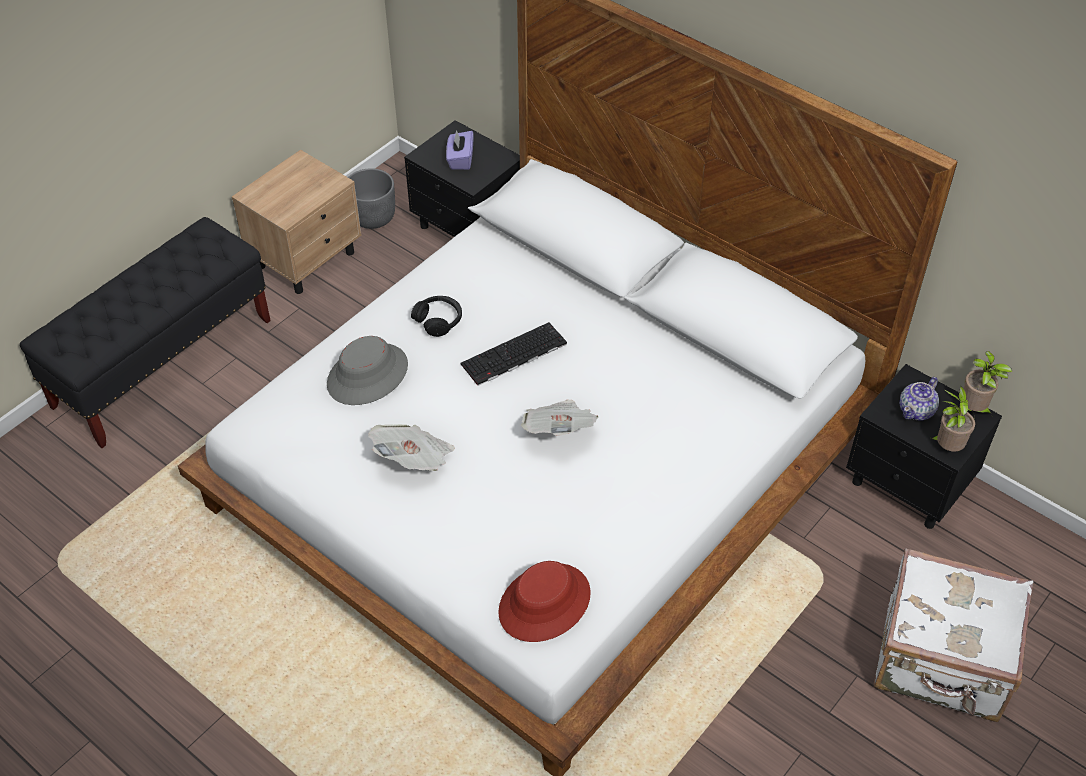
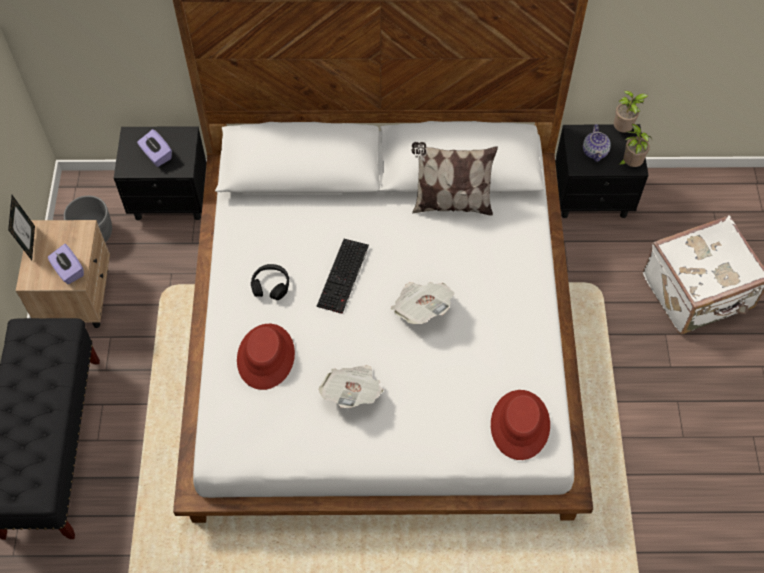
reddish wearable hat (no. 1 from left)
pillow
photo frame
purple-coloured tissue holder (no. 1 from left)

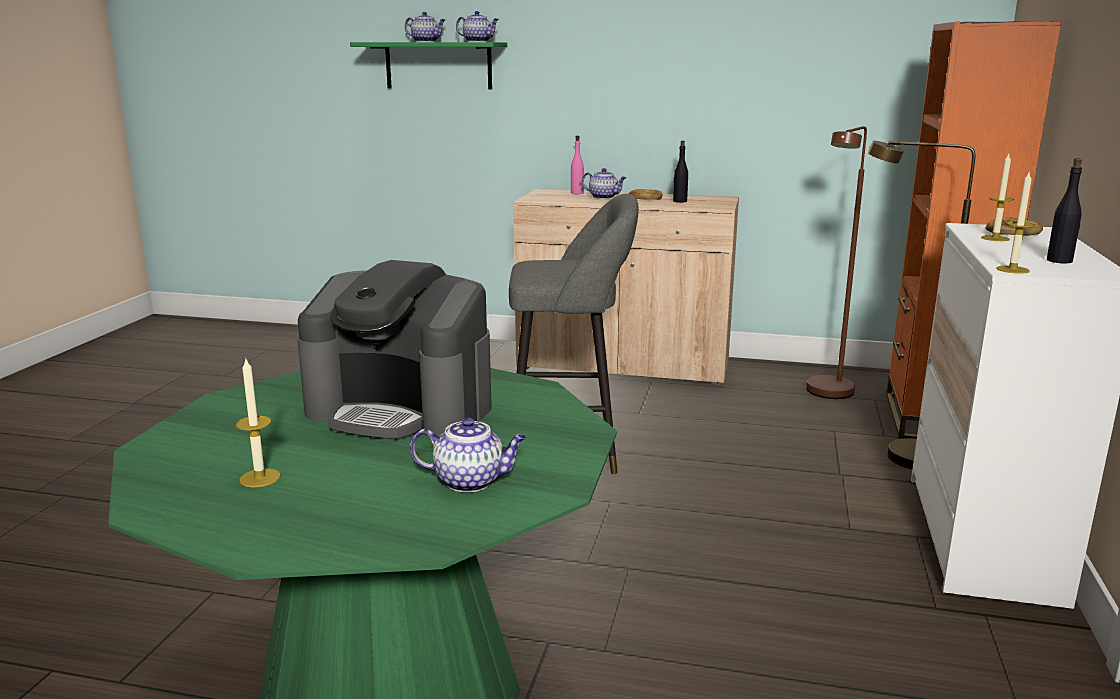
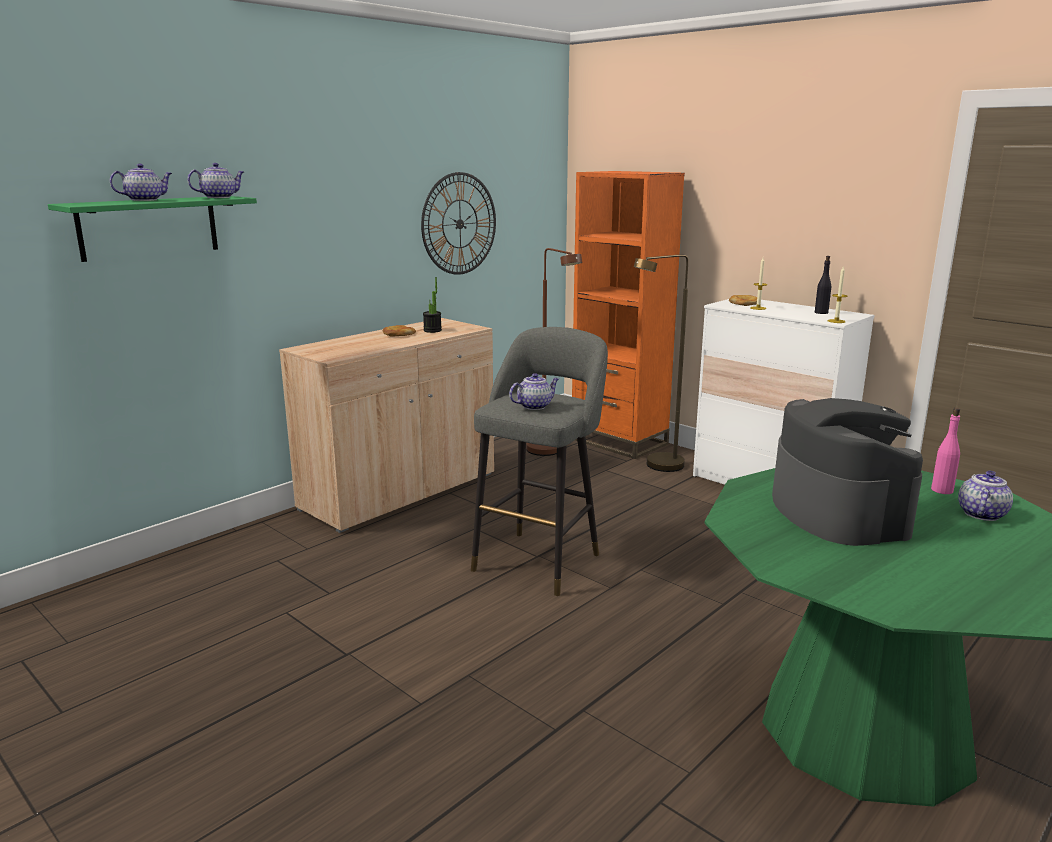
pink drink bottle
plant in a pot
tea pot (no. 3 from left)
coffee machine
wax candle (no. 1 from left in the first image)
wall clock

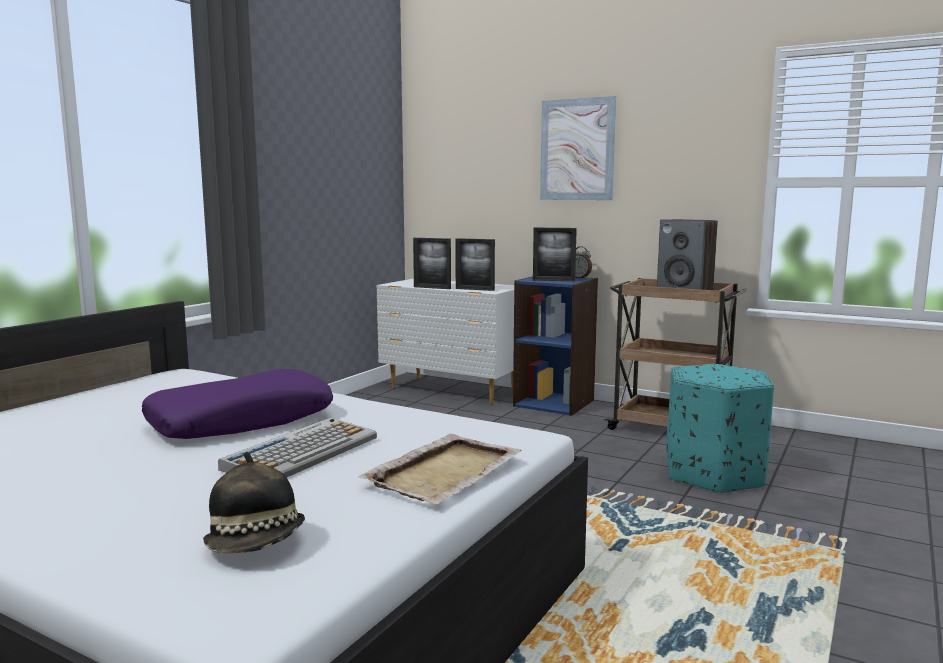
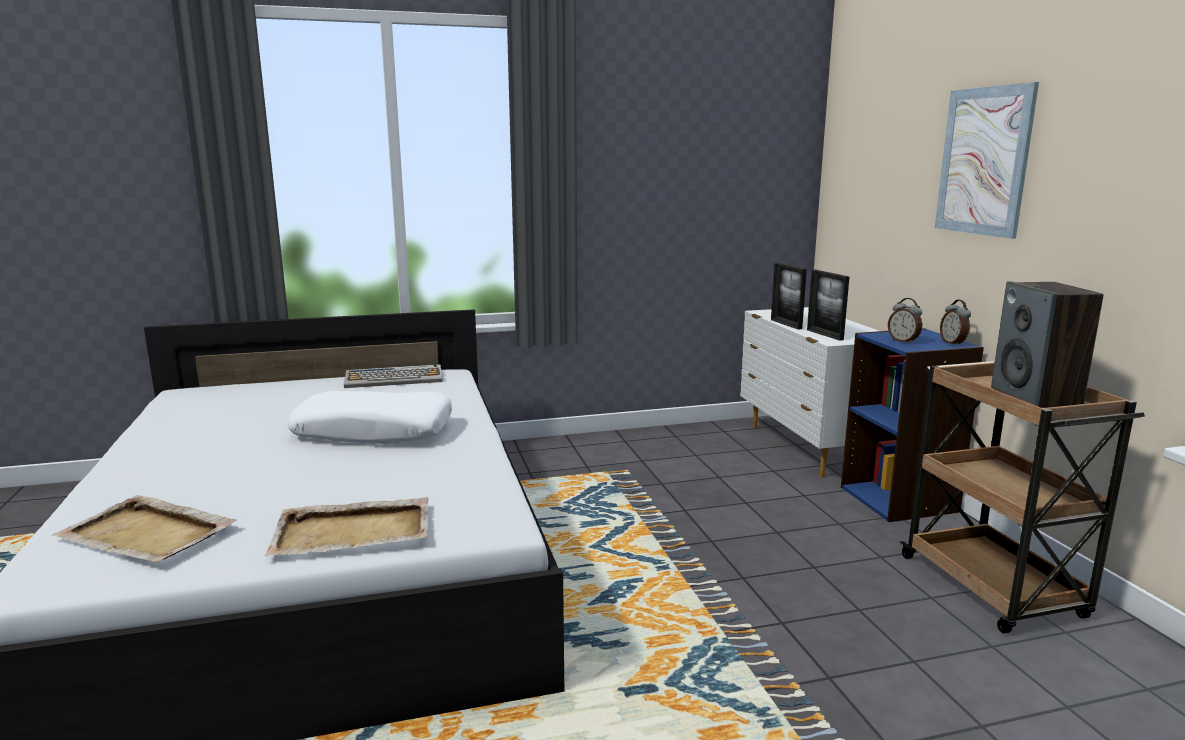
table clock (no. 1 from left)
blue-green ottoman
white-coloured pillow
PC keyboard
beige-coloured tray (no. 1 from left)

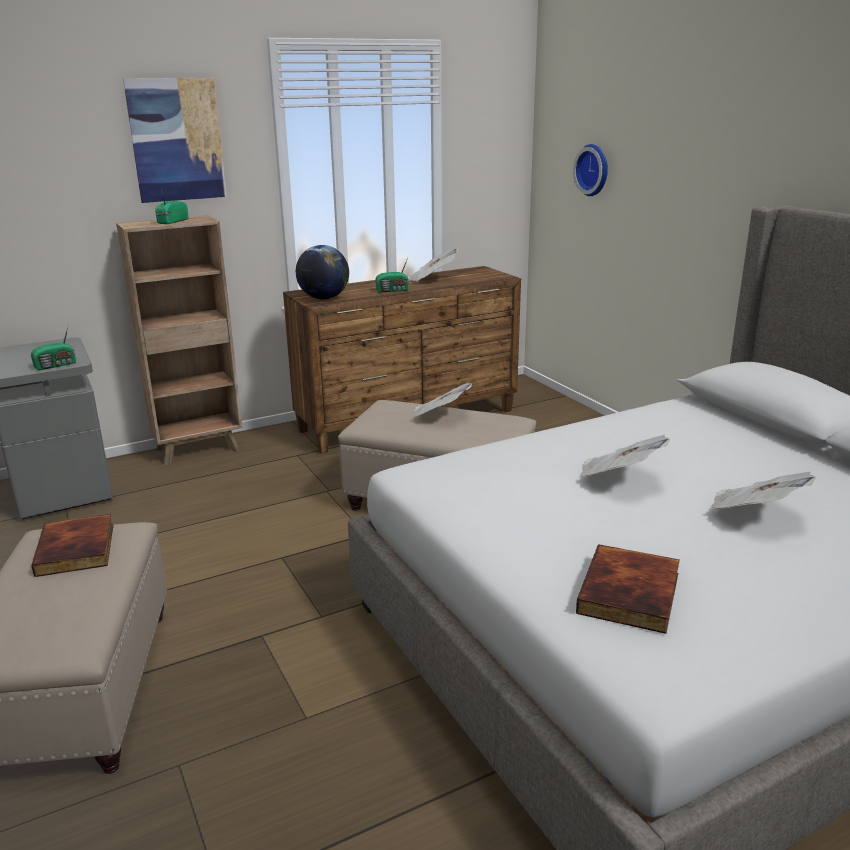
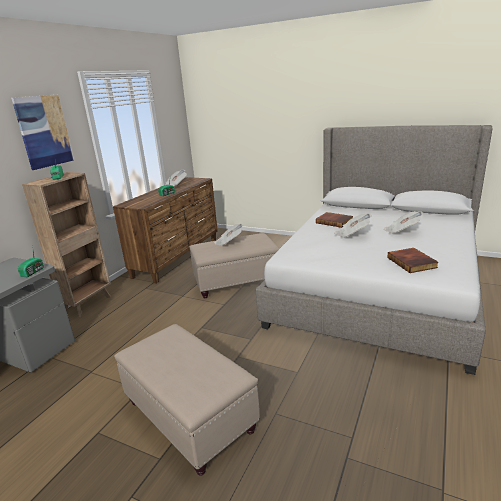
wall clock
world globe
volume (no. 1 from left)

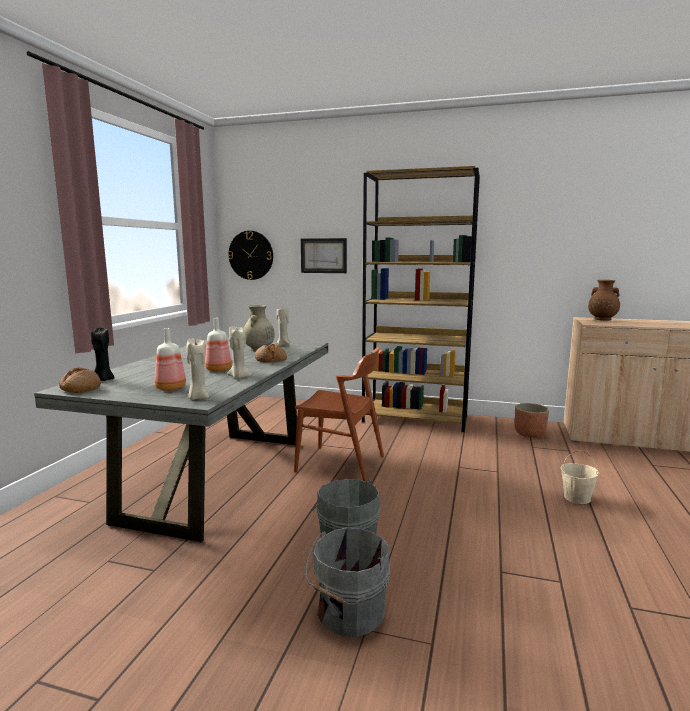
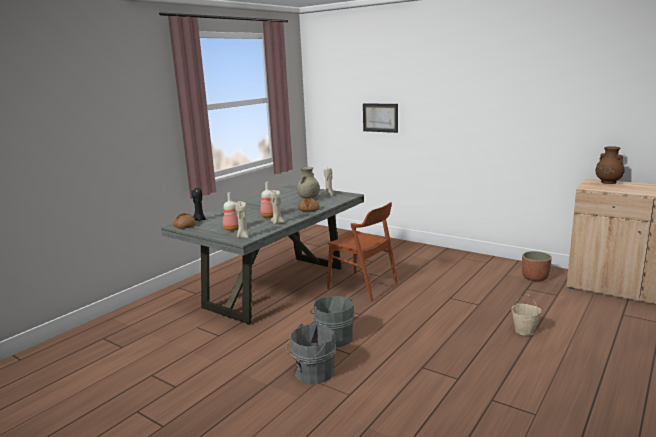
brown bookshelf
wall clock

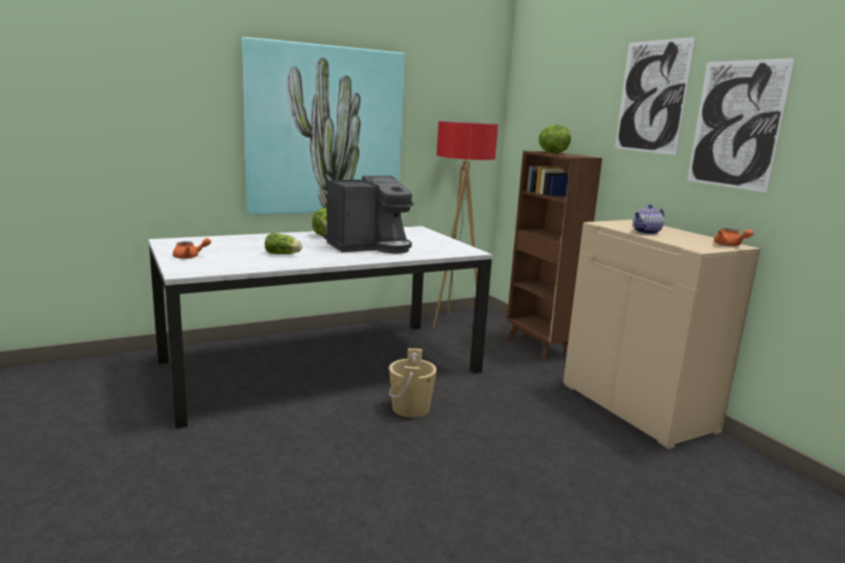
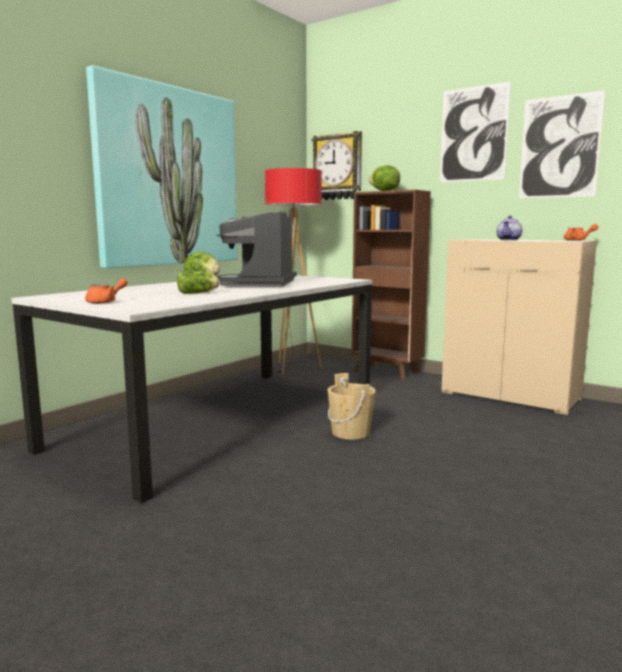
coffee machine
wall clock

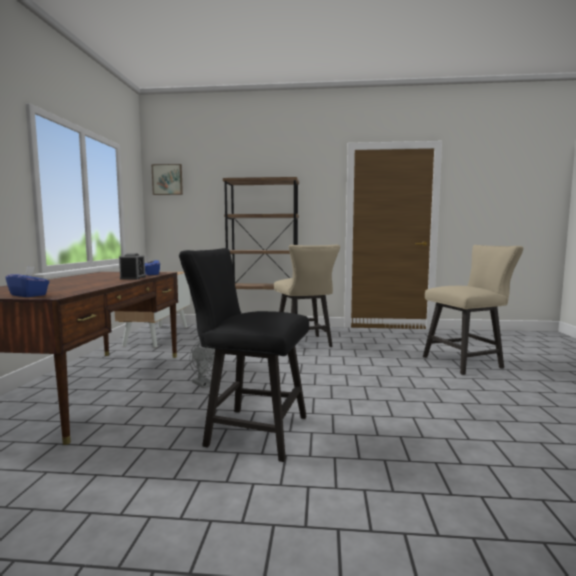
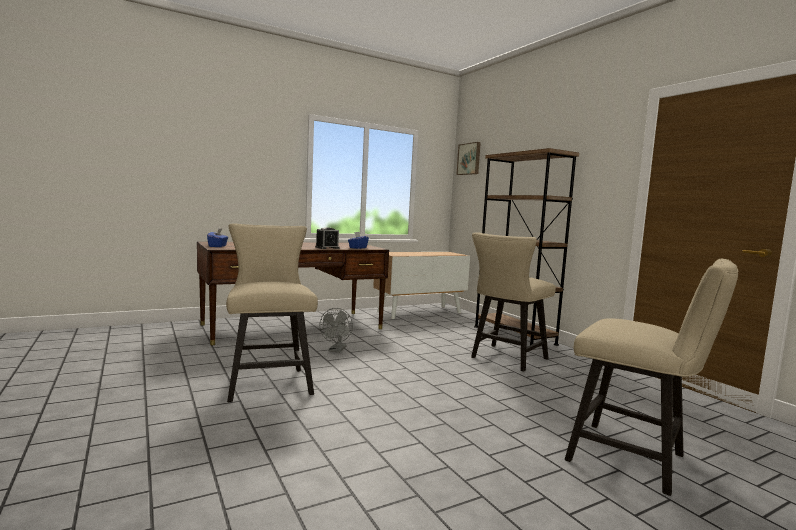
beige-coloured chair (no. 1 from left)

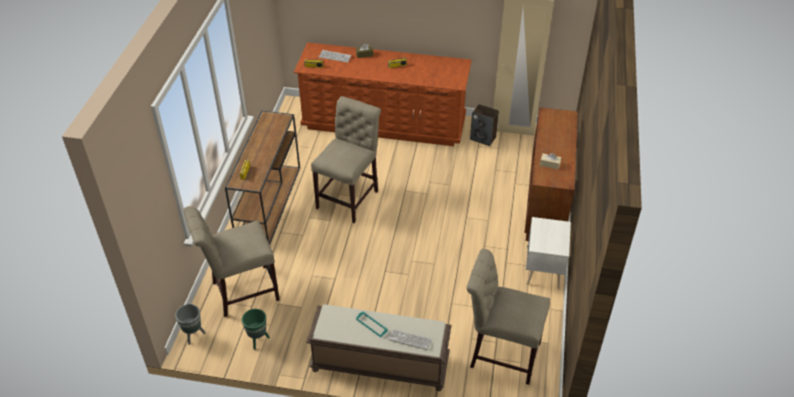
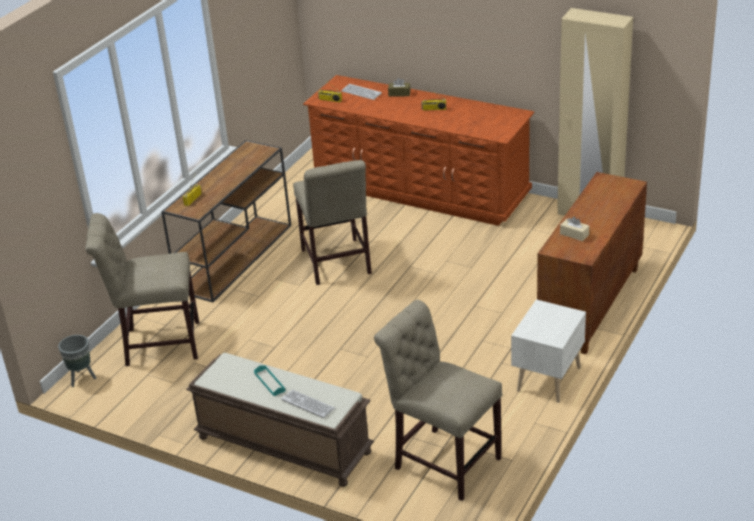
beige-coloured chair (no. 2 from left)
speaker
green plant pot

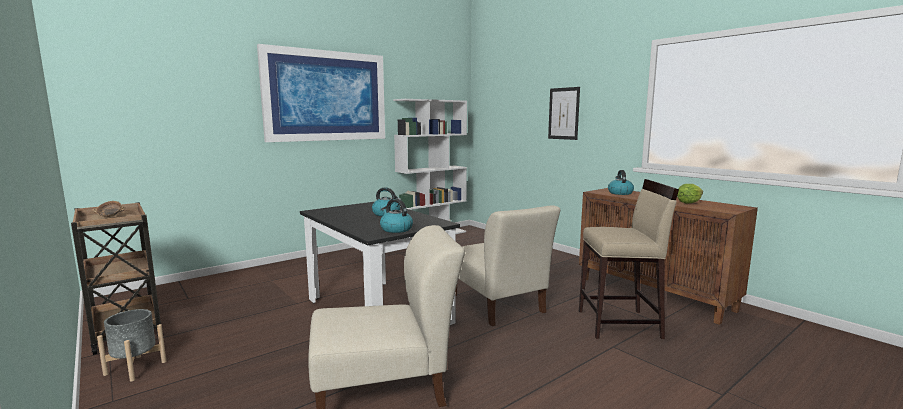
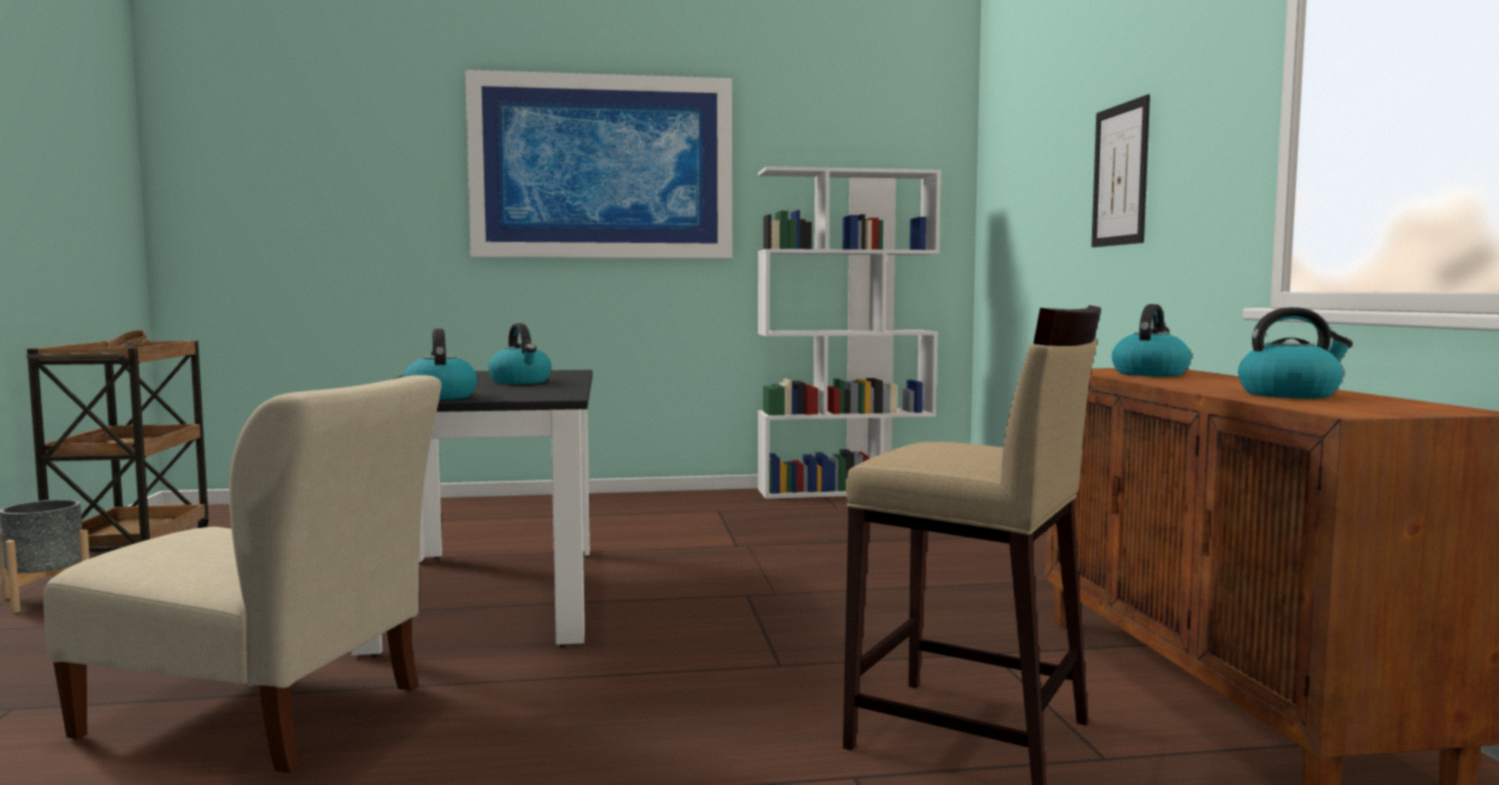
tea kettle (no. 4 from left)
beige-coloured chair (no. 2 from left in the first image)

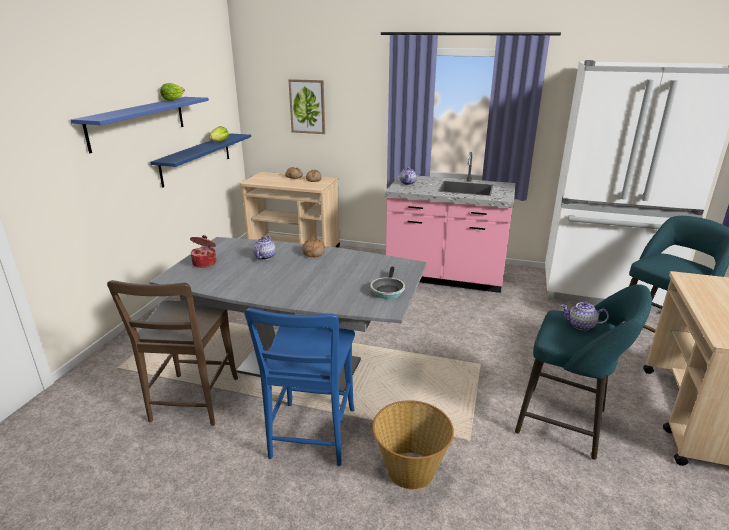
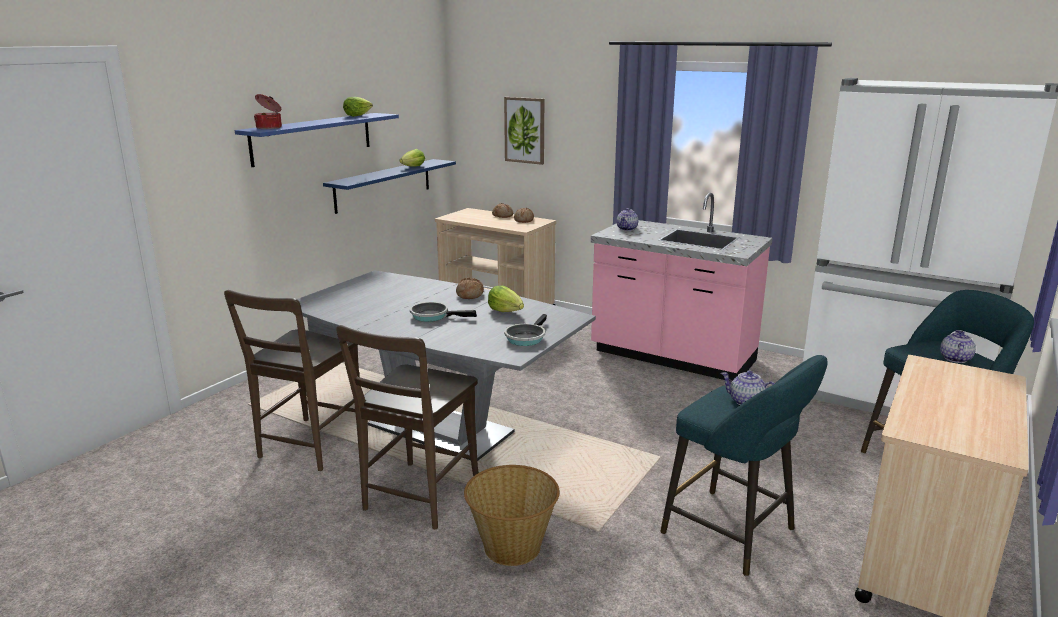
stockpot
tea pot (no. 3 from left)
brown chair (no. 2 from left)
lettuce head (no. 3 from left)
frying pan (no. 1 from left)

